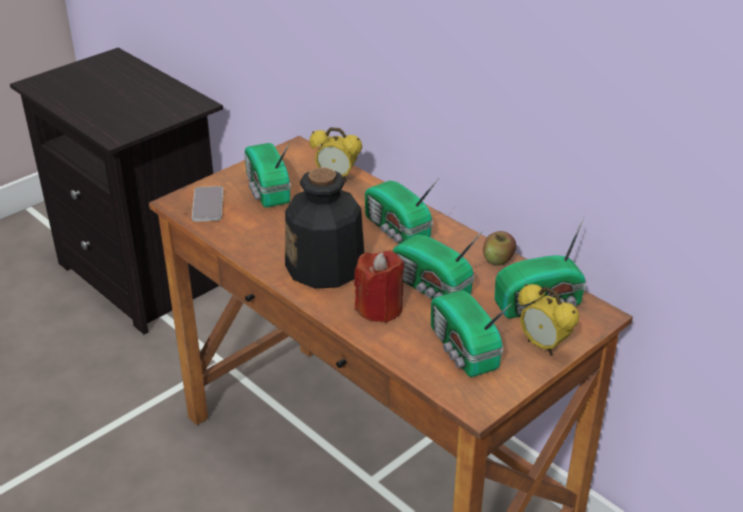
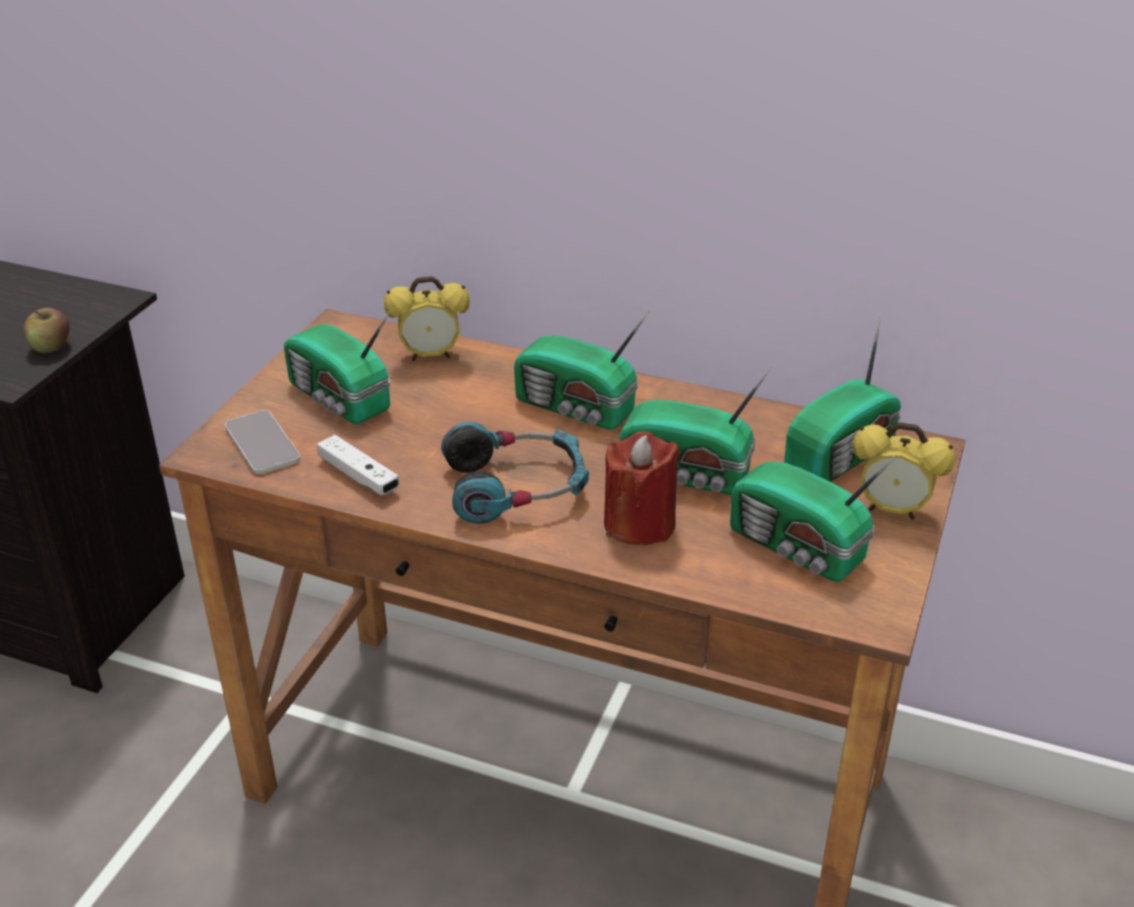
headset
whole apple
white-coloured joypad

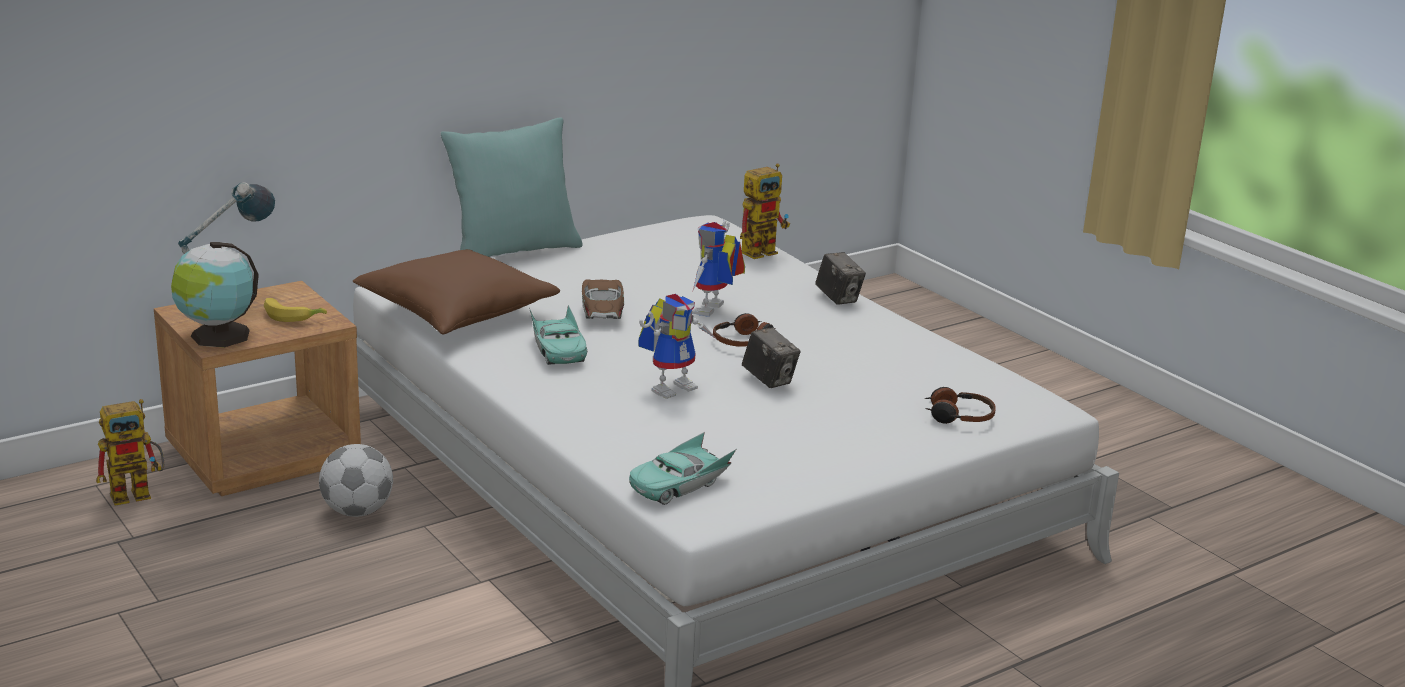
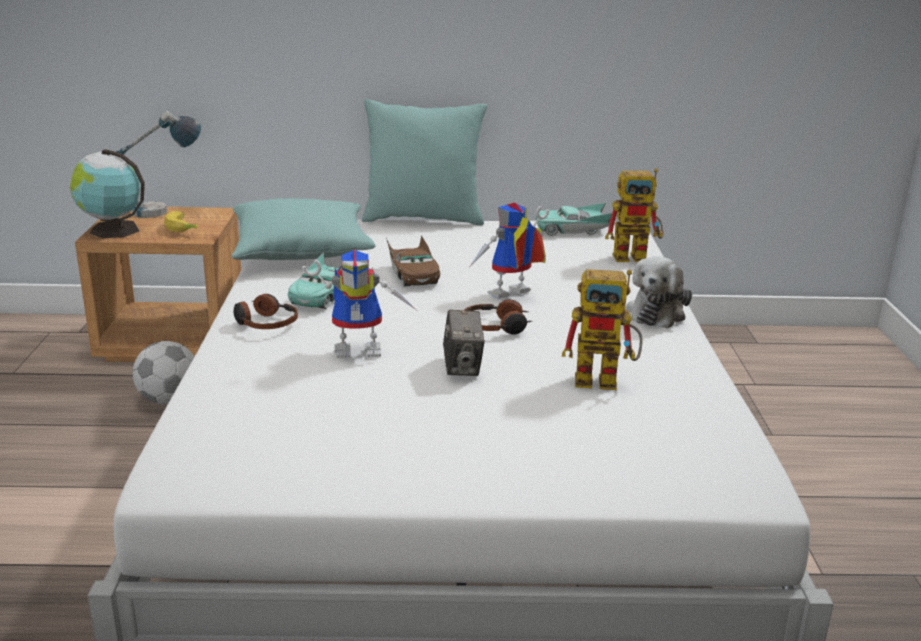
blue-green pillow (no. 1 from left)
soft toy
brown model car
headset (no. 1 from left)
model robot (no. 3 from left)
blue-green model car (no. 2 from left)

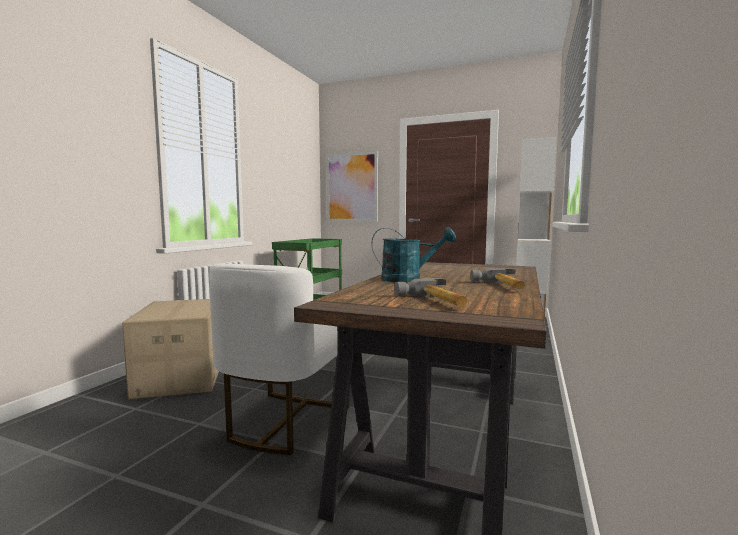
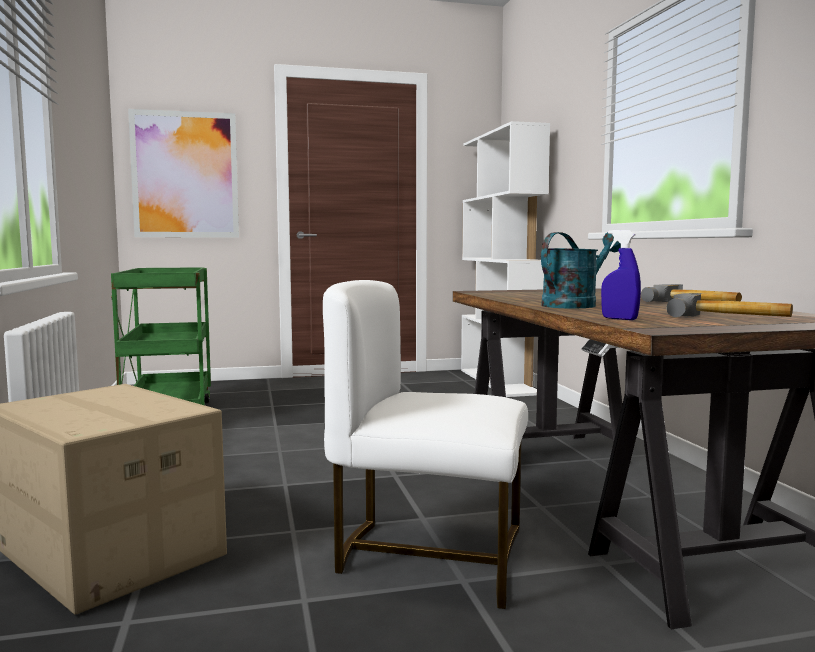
white-coloured chair
bluish sprayer

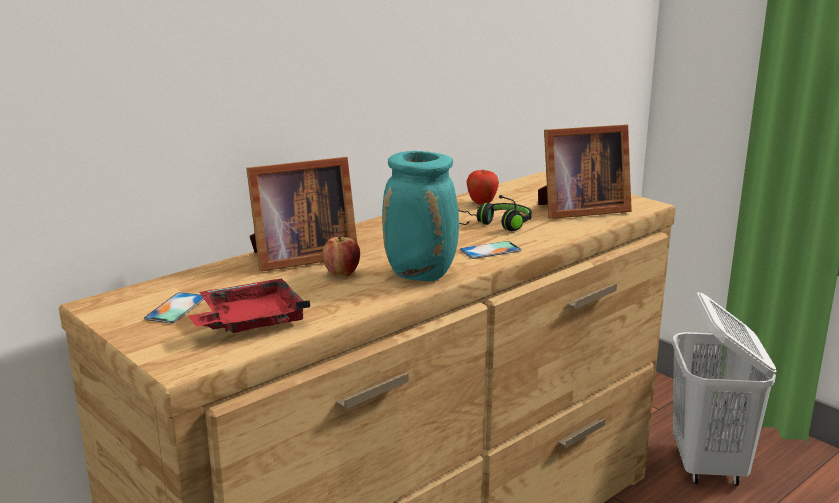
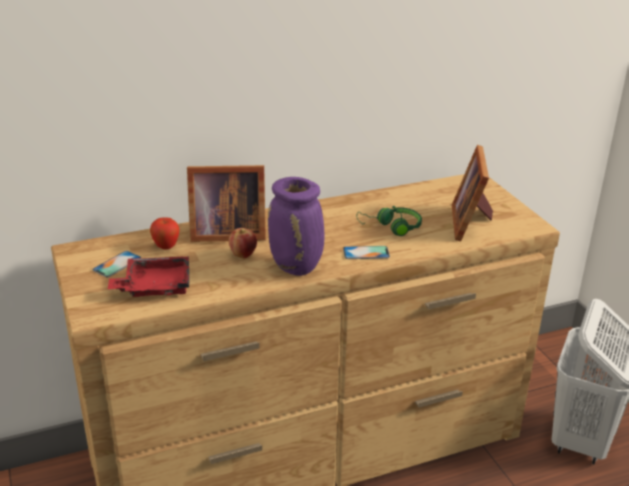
photo frame (no. 2 from left)
purple-coloured flower vase
whole apple (no. 1 from left)
green headset

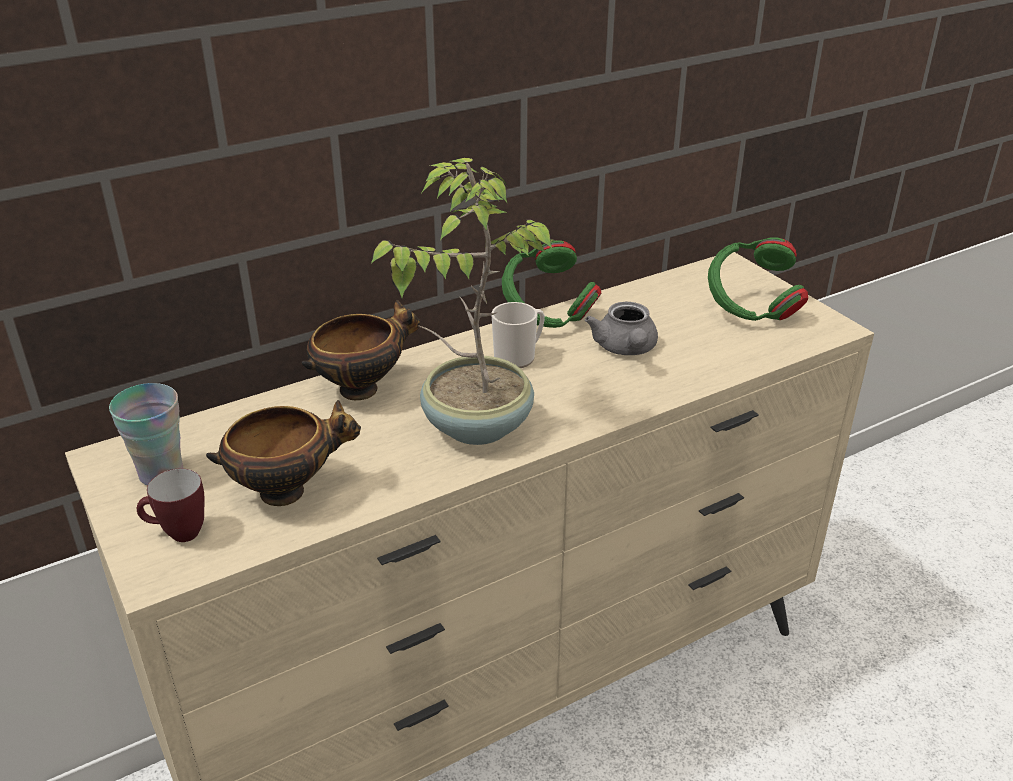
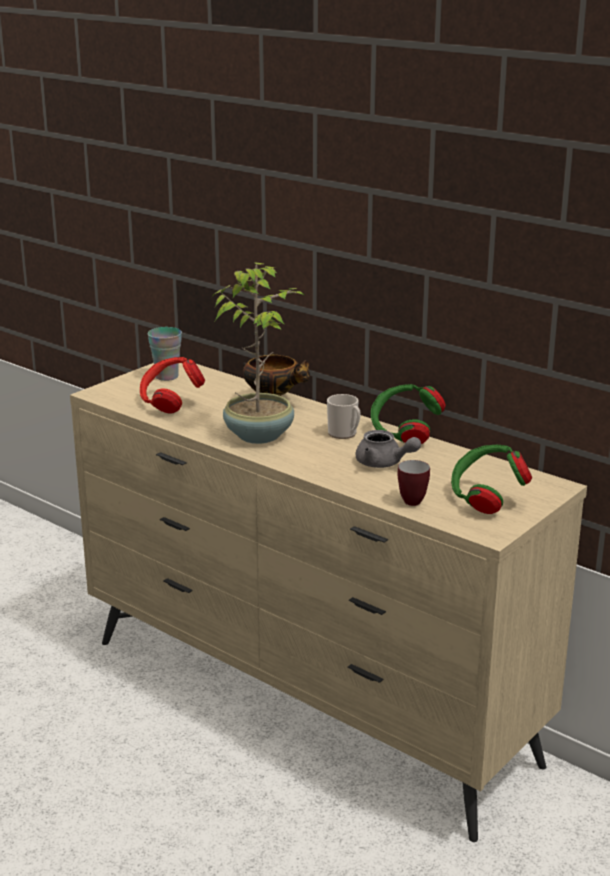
grey tea pot
reddish headset
tea mug (no. 2 from left)

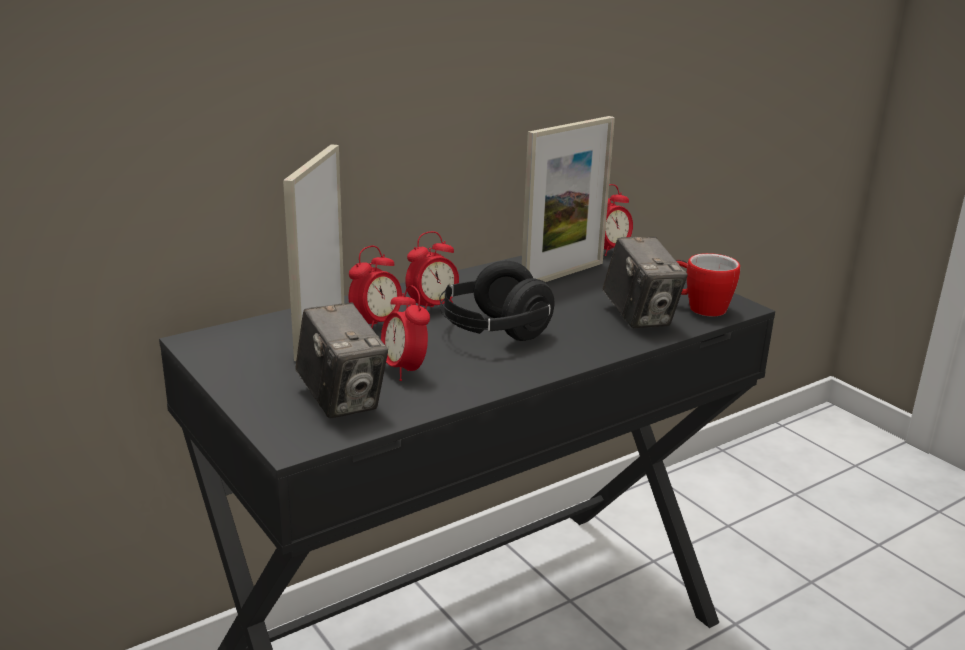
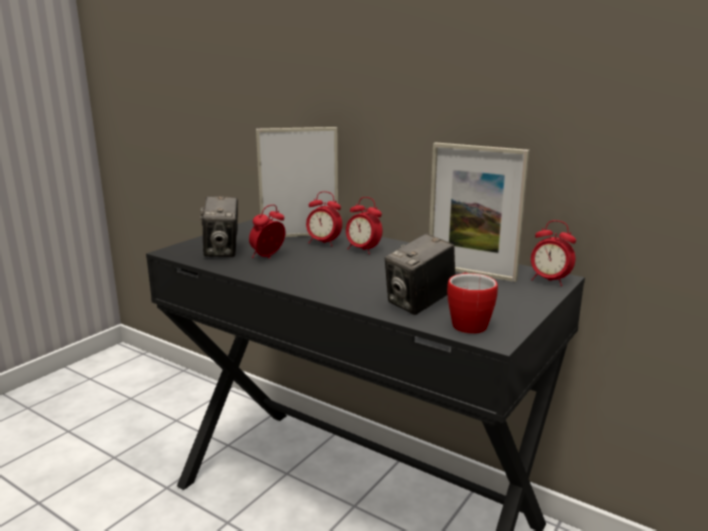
black-coloured headset
photo camera (no. 1 from left)

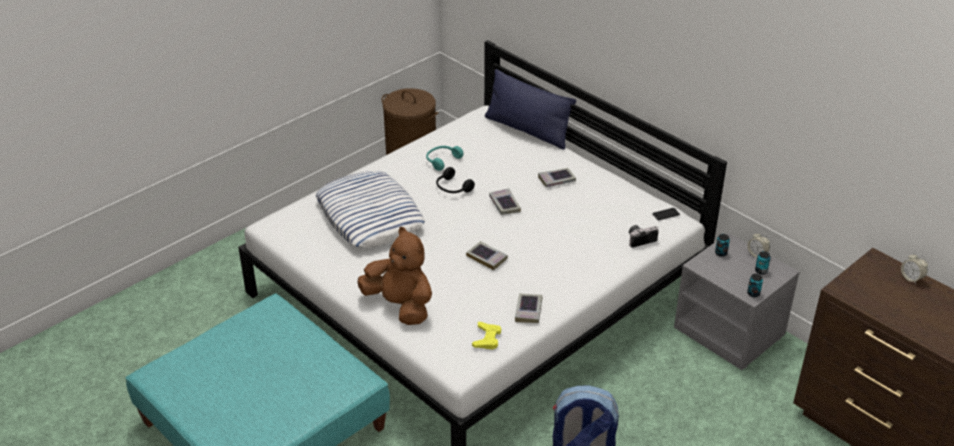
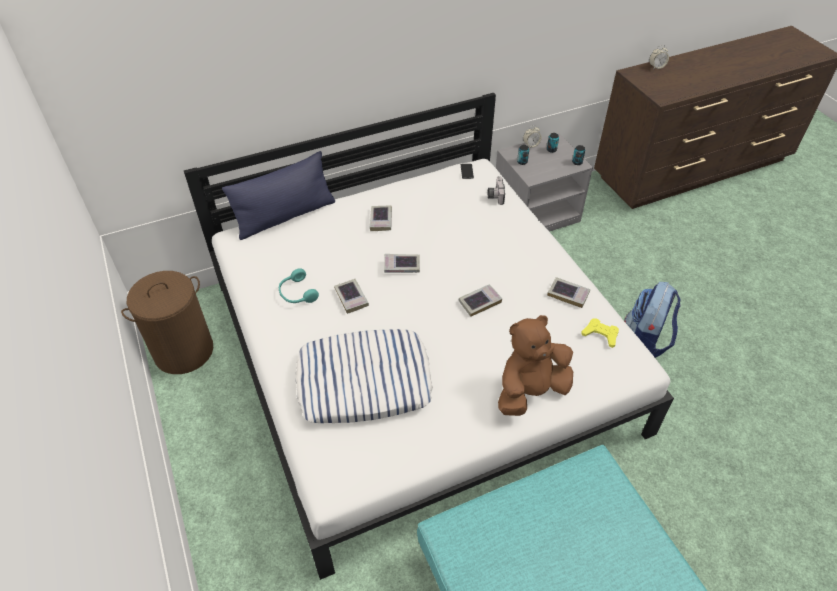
volume (no. 1 from left)

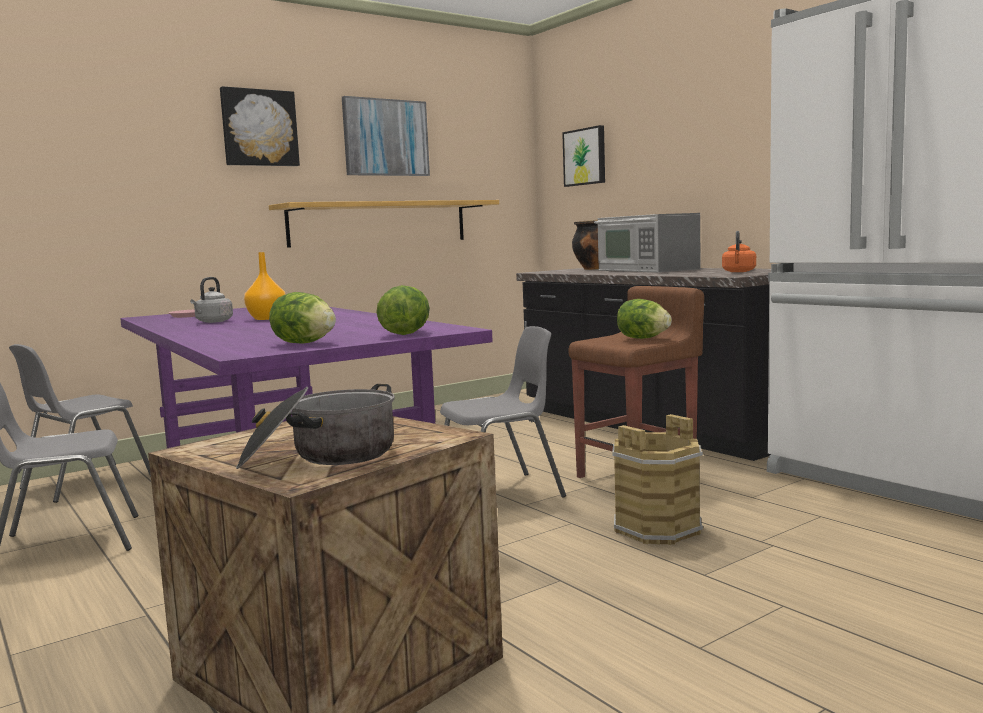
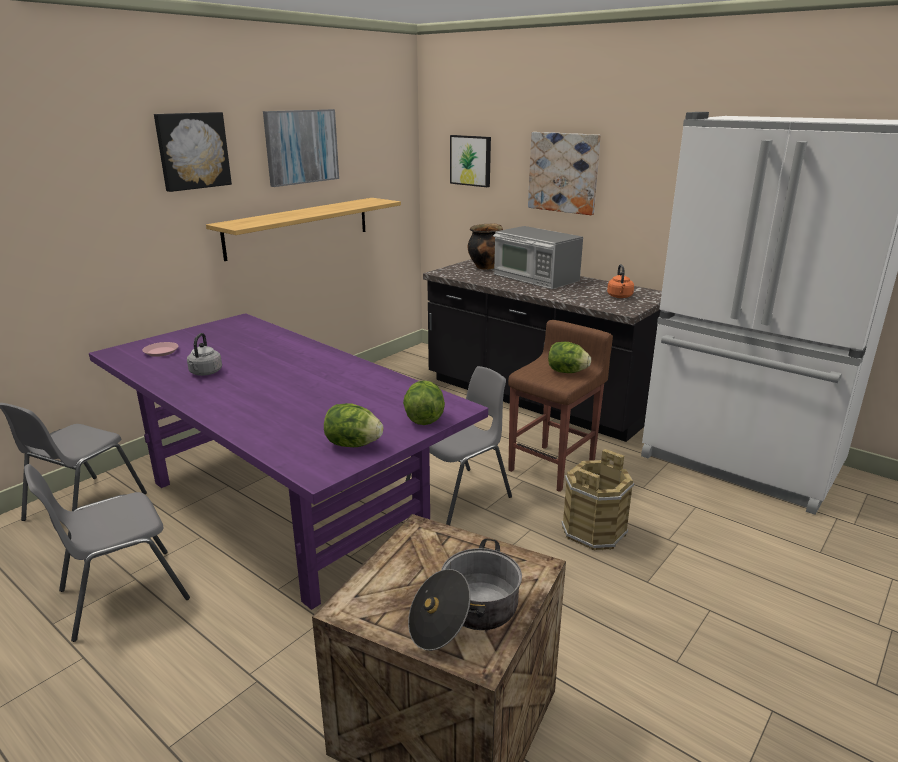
orange flower vase
wall art (no. 4 from left)

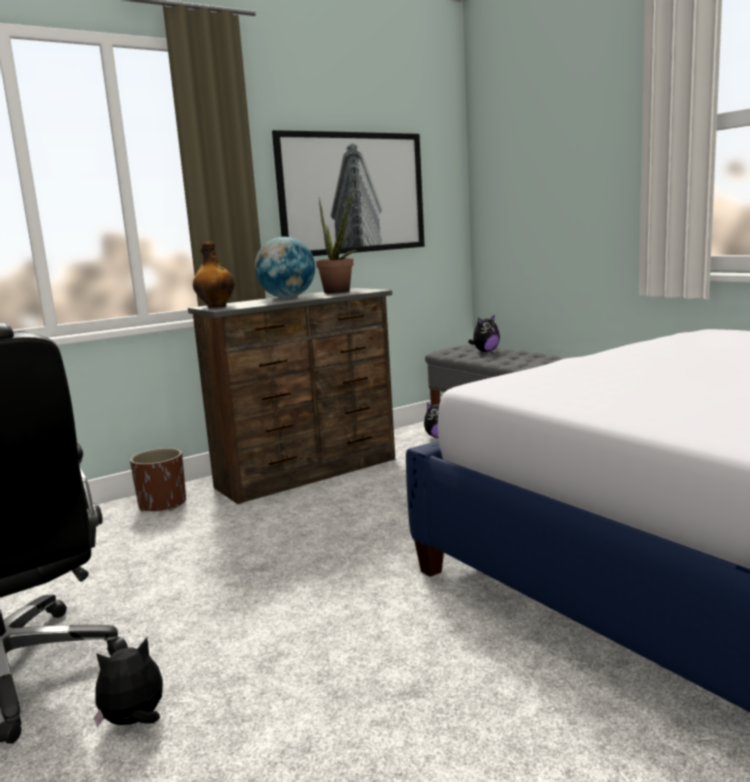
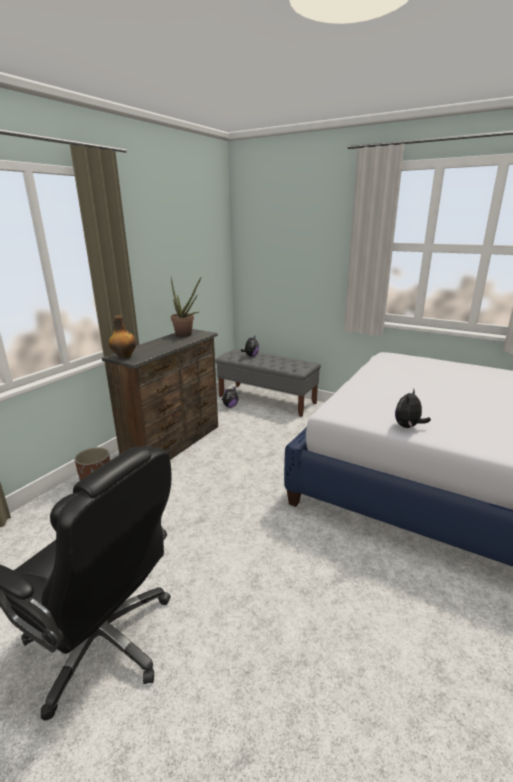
wall art
world globe
soft toy (no. 3 from left)

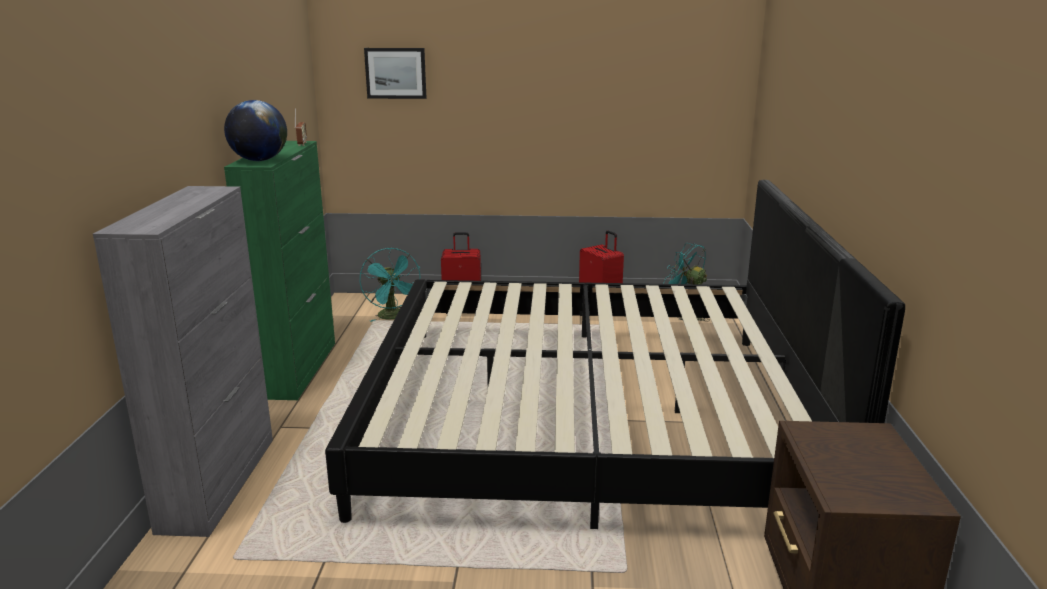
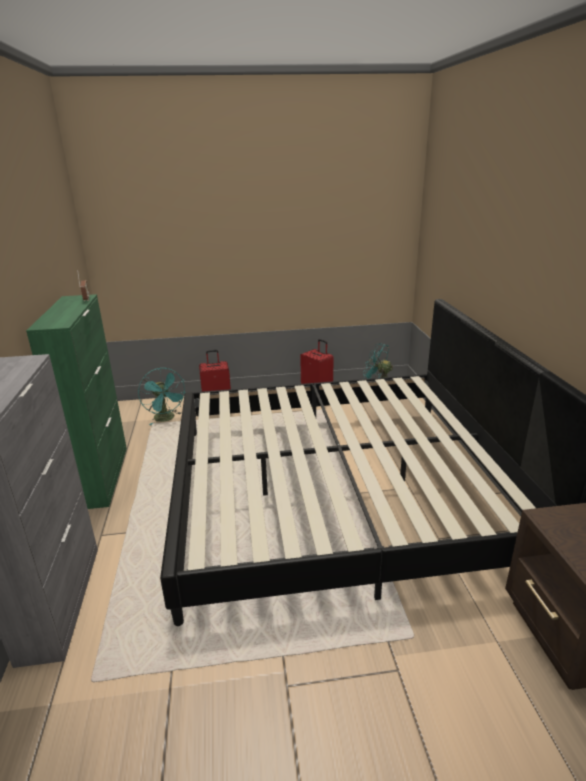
wall art
world globe

